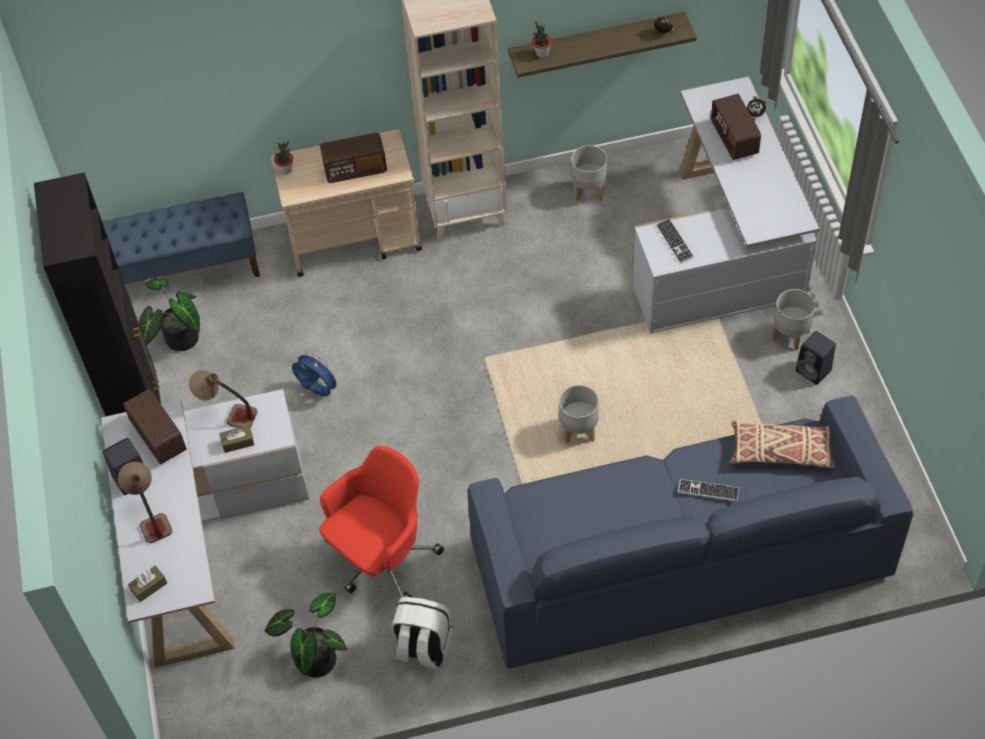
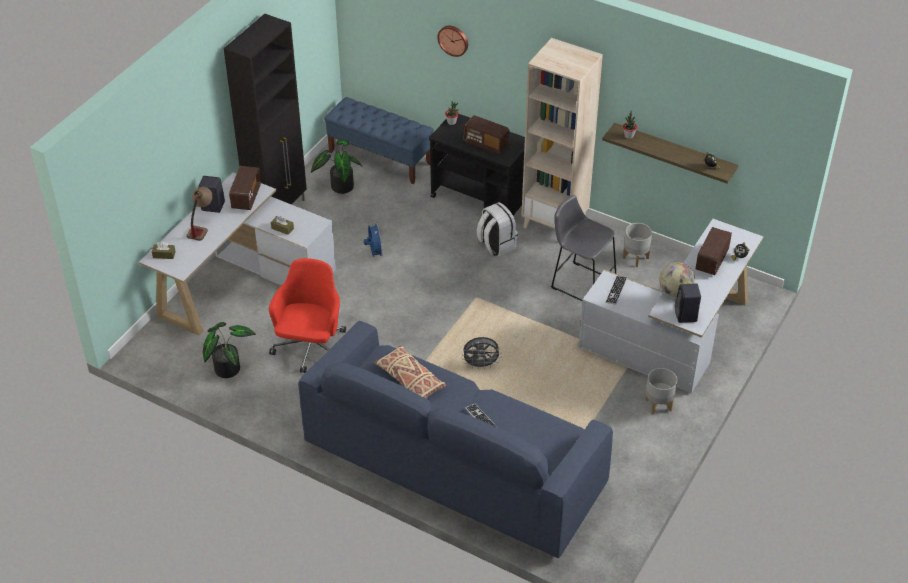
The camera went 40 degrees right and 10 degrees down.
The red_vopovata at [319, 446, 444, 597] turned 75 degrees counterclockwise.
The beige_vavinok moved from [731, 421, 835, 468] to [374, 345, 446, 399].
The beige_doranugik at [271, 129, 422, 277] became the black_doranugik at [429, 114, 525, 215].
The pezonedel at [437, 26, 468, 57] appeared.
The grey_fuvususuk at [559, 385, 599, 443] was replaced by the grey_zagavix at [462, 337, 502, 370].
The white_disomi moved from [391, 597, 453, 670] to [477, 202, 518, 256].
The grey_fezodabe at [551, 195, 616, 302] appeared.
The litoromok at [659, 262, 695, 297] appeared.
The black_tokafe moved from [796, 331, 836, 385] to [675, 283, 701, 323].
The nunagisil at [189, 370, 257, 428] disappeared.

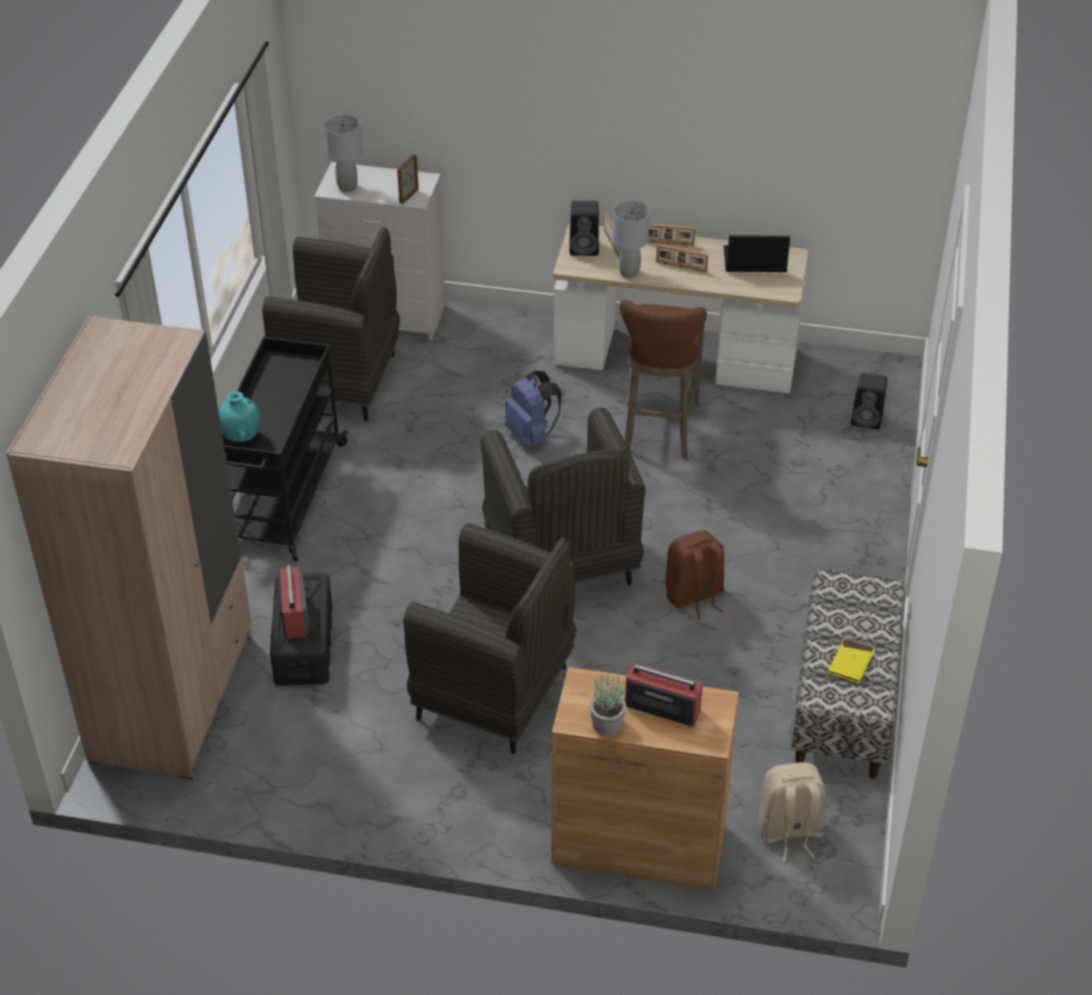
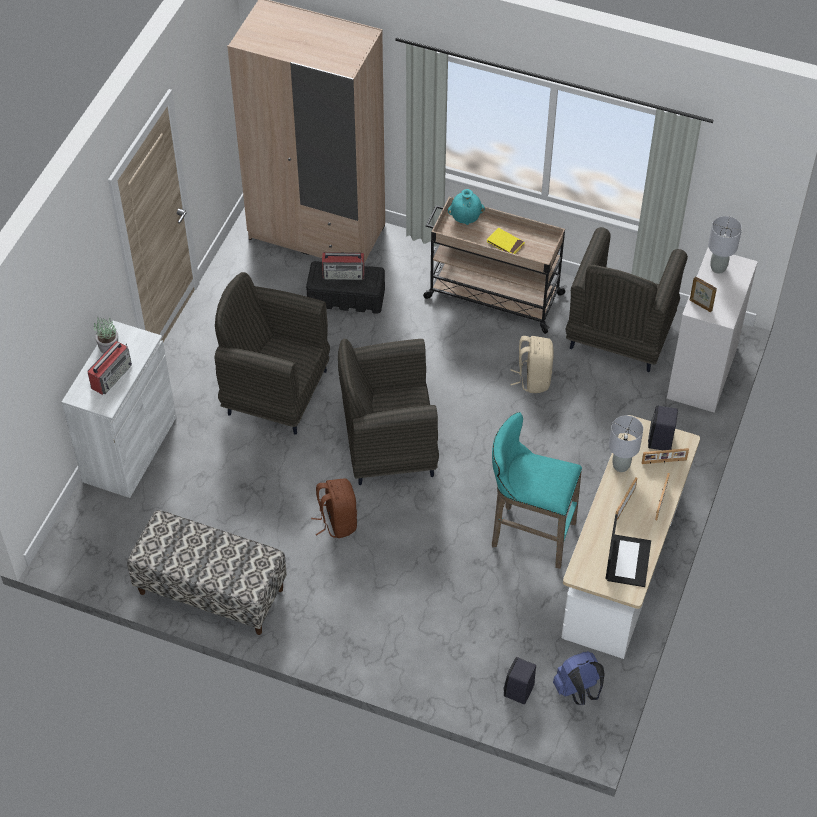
The camera went 100 degrees right and 10 degrees up.
The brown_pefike at [552, 667, 739, 890] became the white_pefike at [61, 320, 176, 498].
The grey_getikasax at [403, 523, 577, 754] turned 75 degrees clockwise.
The black_doranugik at [222, 337, 349, 562] became the beige_doranugik at [423, 197, 567, 334].
The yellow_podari moved from [828, 638, 875, 683] to [486, 228, 525, 254].
The brown_fezodabe at [620, 300, 707, 459] became the turquoise_fezodabe at [492, 412, 582, 569].
The beige_disomi moved from [757, 762, 826, 861] to [510, 336, 554, 393].
The blue_disomi moved from [505, 370, 562, 447] to [553, 651, 605, 705].

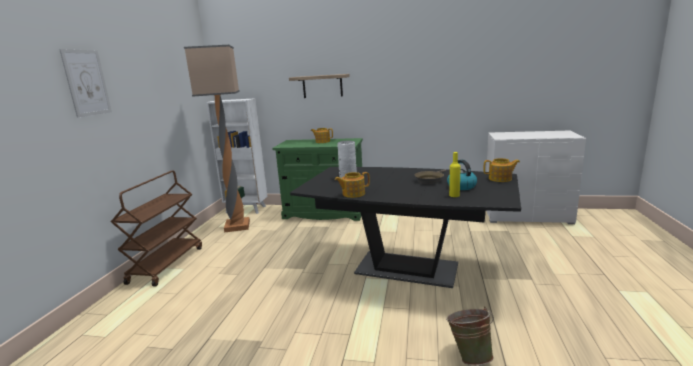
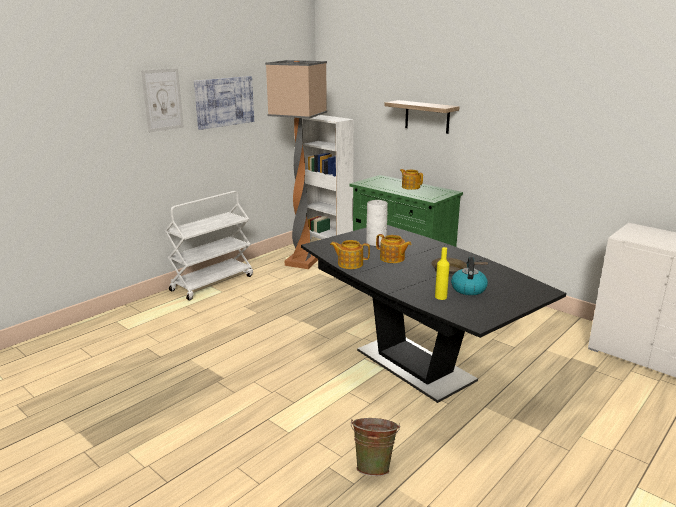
The camera went 30 degrees right and 5 degrees up.
The brown_doranugik at [111, 171, 202, 286] became the white_doranugik at [165, 191, 253, 300].
The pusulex at [194, 76, 254, 130] appeared.
The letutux moved from [483, 158, 520, 182] to [376, 234, 412, 263].

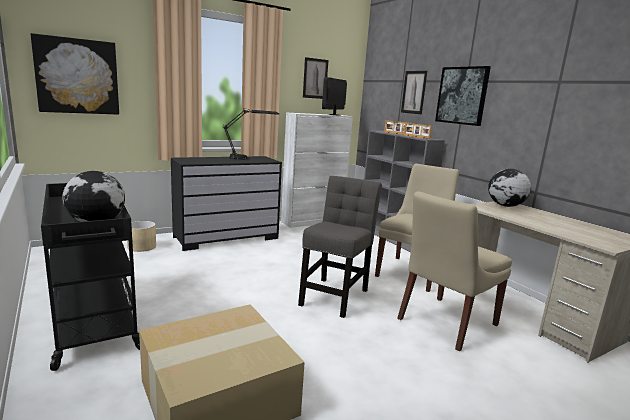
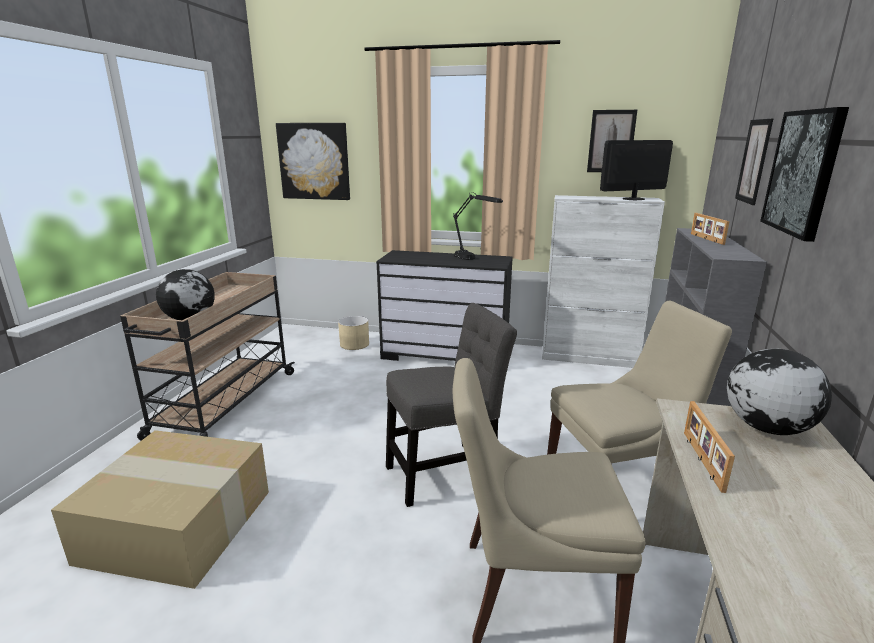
The camera went 45 degrees right and 5 degrees up.
The black_doranugik at [41, 183, 140, 371] became the beige_doranugik at [120, 272, 295, 441].
The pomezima moved from [404, 123, 432, 139] to [684, 401, 735, 493].

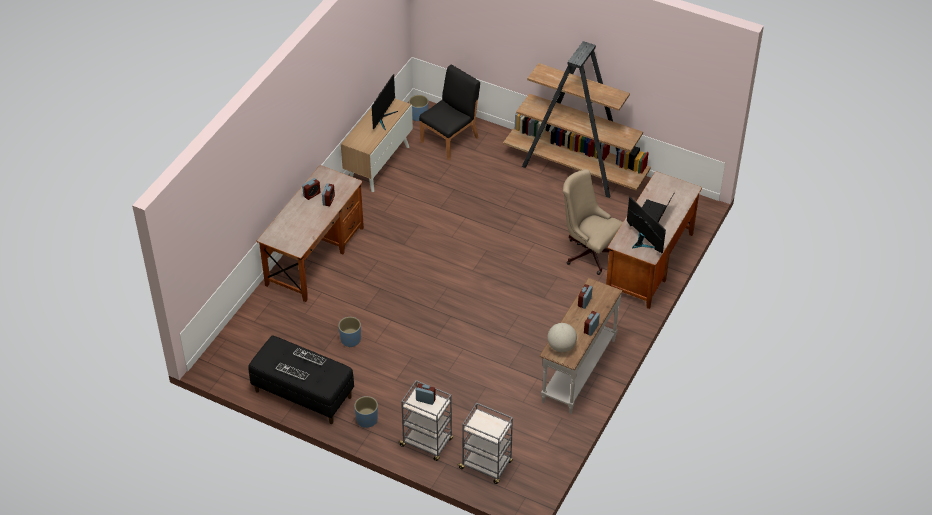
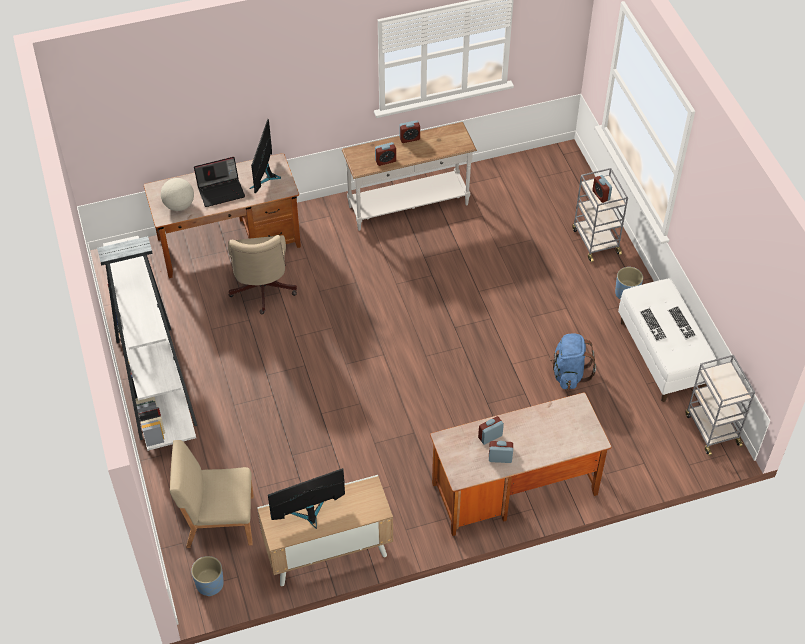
The camera went 135 degrees left and 5 degrees up.
The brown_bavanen at [503, 41, 651, 198] became the white_bavanen at [97, 236, 197, 451].
The litoromok moved from [547, 323, 577, 352] to [161, 178, 194, 211].
The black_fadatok at [419, 65, 480, 160] became the beige_fadatok at [170, 440, 254, 548].
The blue_fuvususuk at [338, 317, 361, 347] was replaced by the blue_disomi at [549, 333, 596, 389].
The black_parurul at [248, 335, 354, 424] became the white_parurul at [618, 278, 717, 402].
The grey_doranugik moved from [458, 402, 513, 484] to [686, 355, 755, 456].

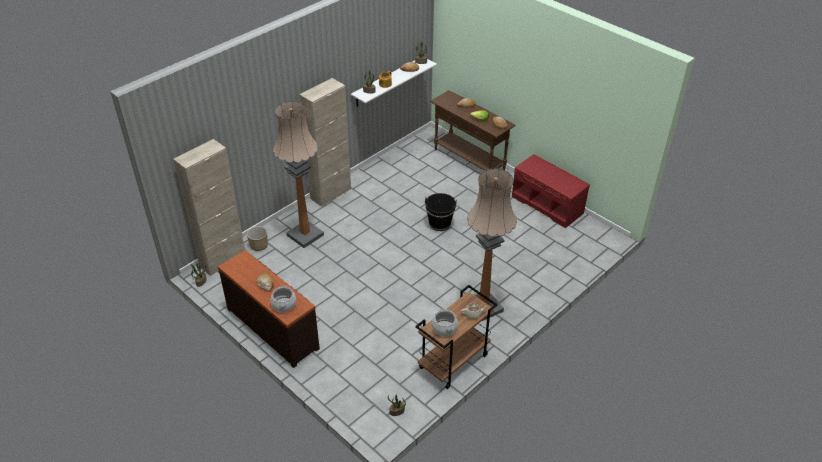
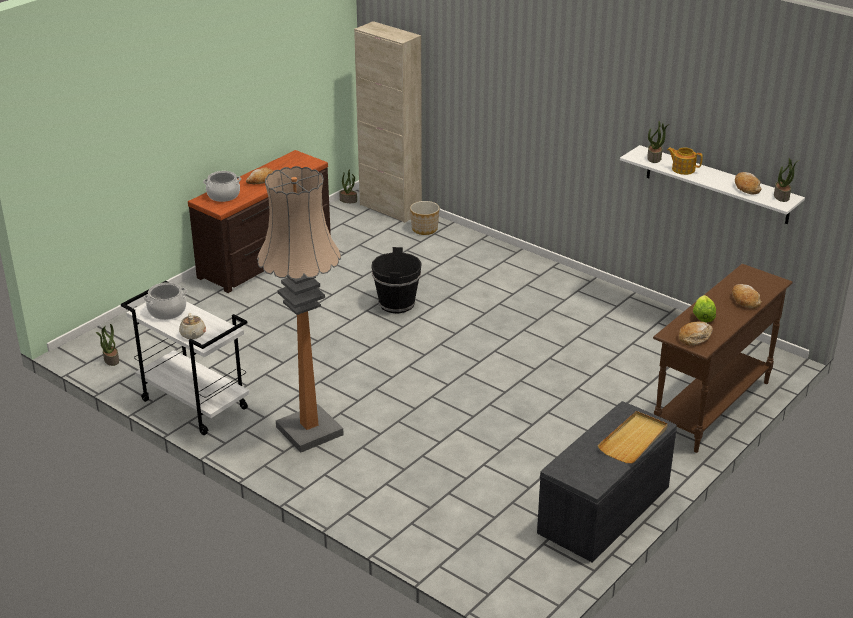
The camera went 85 degrees right and 10 degrees down.
The brown_doranugik at [415, 285, 498, 389] became the white_doranugik at [121, 281, 249, 435].
The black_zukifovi moved from [425, 193, 457, 231] to [371, 247, 422, 313].
The red_parurul at [512, 154, 590, 228] became the grey_parurul at [537, 401, 677, 563].
The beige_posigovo at [598, 411, 668, 463] appeared.
The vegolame at [273, 101, 324, 248] disappeared.
The beige_pefike at [299, 78, 351, 207] disappeared.

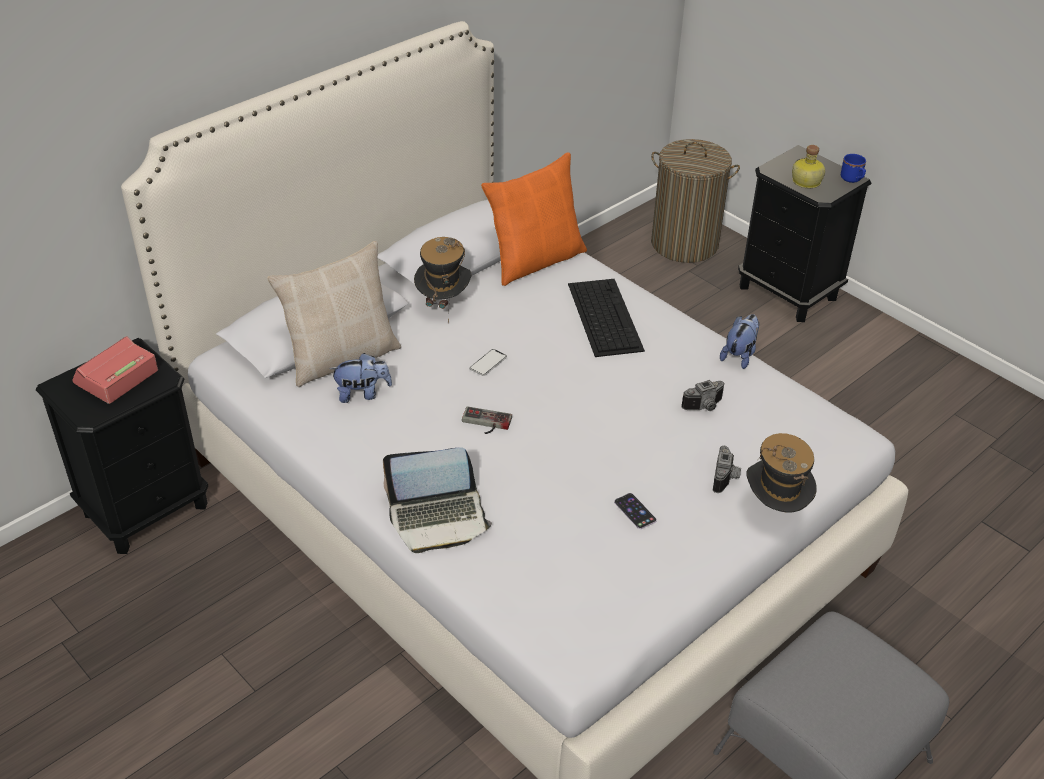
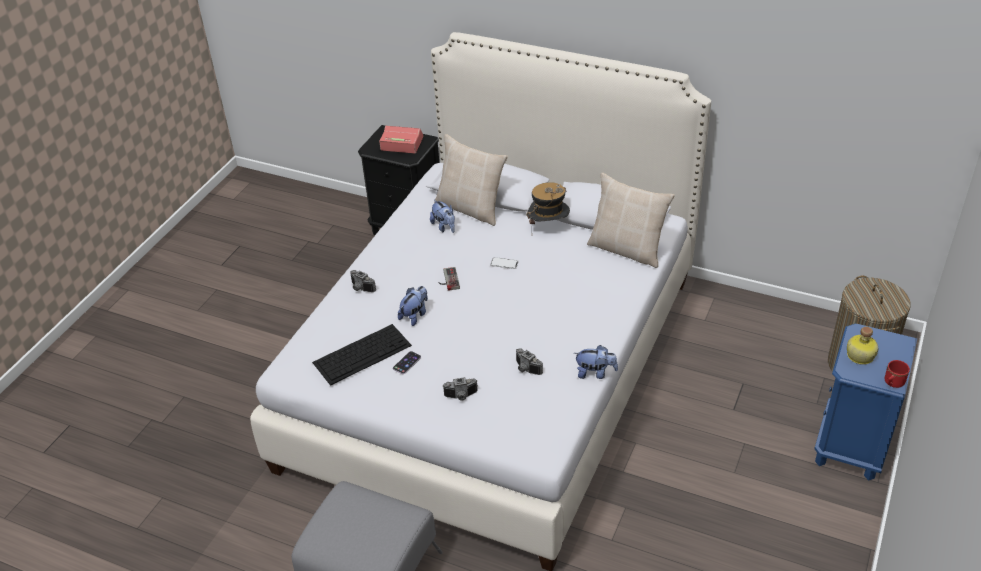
The camera went 70 degrees right and 0 degrees up.
The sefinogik moved from [568, 279, 645, 357] to [312, 324, 412, 386].
The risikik at [383, 447, 492, 553] was replaced by the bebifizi at [350, 270, 376, 292].
The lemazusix at [398, 286, 428, 326] appeared.
The orange_vavinok at [481, 153, 587, 286] became the beige_vavinok at [587, 173, 674, 268].
The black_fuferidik at [738, 145, 871, 322] became the blue_fuferidik at [814, 324, 917, 481].
The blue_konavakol at [841, 154, 866, 183] became the red_konavakol at [885, 360, 910, 388].
The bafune at [747, 433, 817, 512] disappeared.

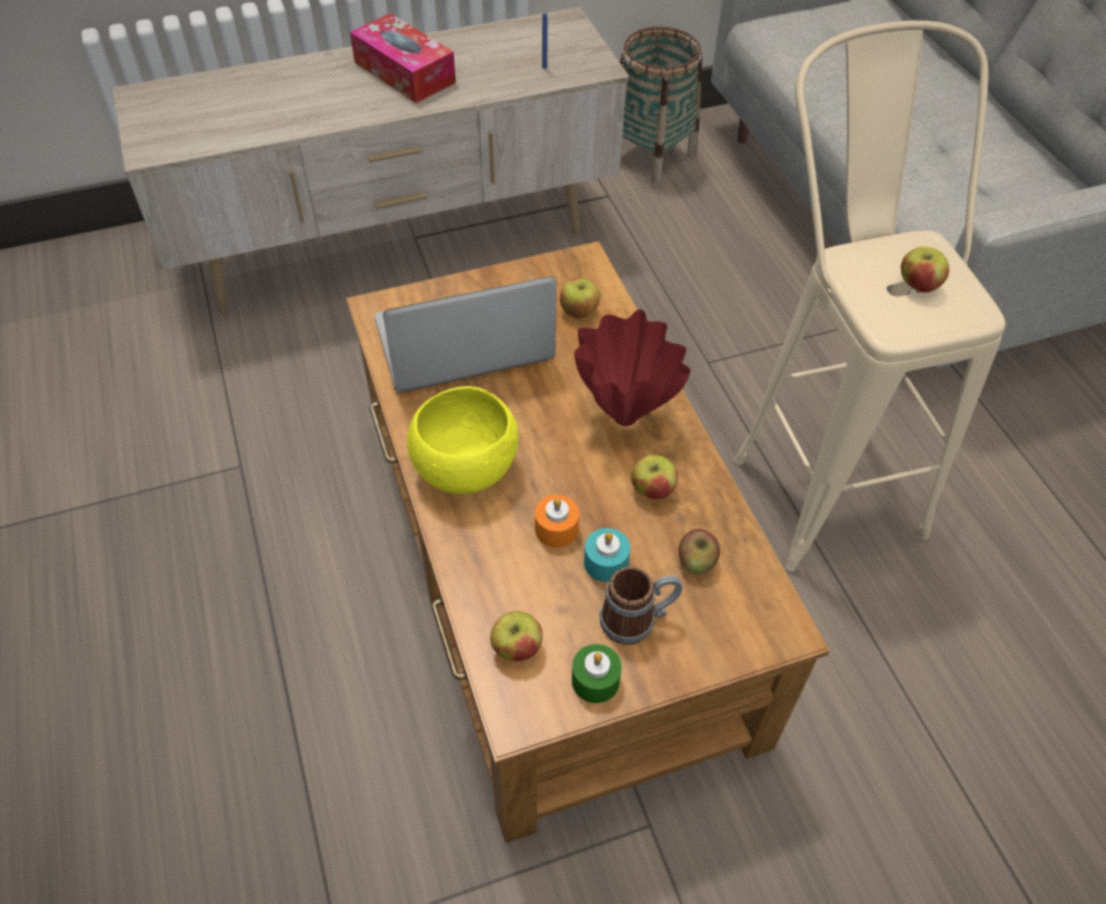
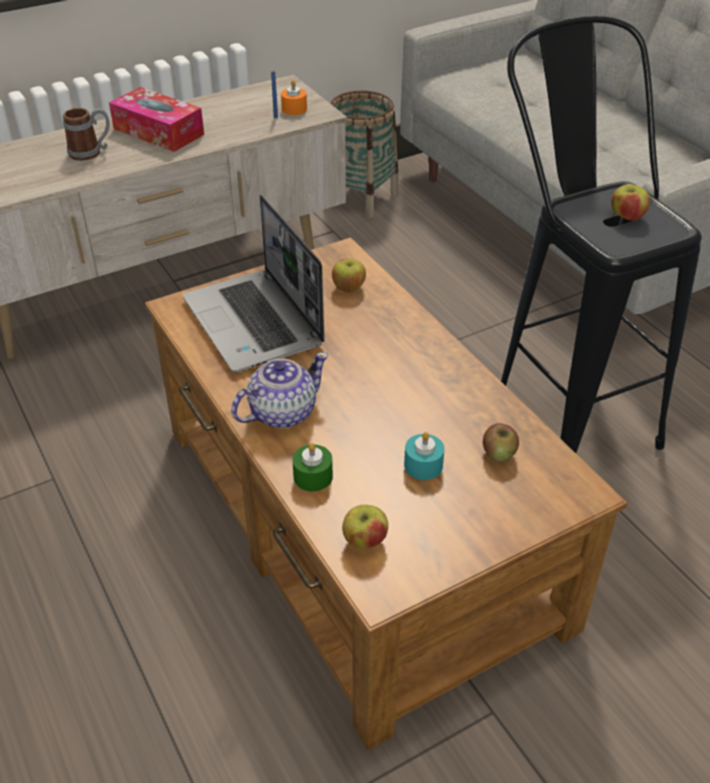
The camera went 10 degrees left and 10 degrees down.
The konavakol moved from [600, 567, 683, 645] to [63, 108, 110, 161].
The risikik at [375, 276, 556, 392] turned 90 degrees counterclockwise.
The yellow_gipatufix at [407, 386, 519, 494] was replaced by the letutux at [231, 352, 329, 428].
The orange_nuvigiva moved from [535, 495, 579, 547] to [281, 80, 307, 115].
The green_nuvigiva moved from [572, 644, 622, 703] to [292, 443, 333, 491].
The beige_fezodabe at [734, 20, 1005, 571] became the black_fezodabe at [501, 16, 702, 453].
The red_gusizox at [574, 309, 691, 426] disappeared.
The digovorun at [631, 455, 678, 499] disappeared.

